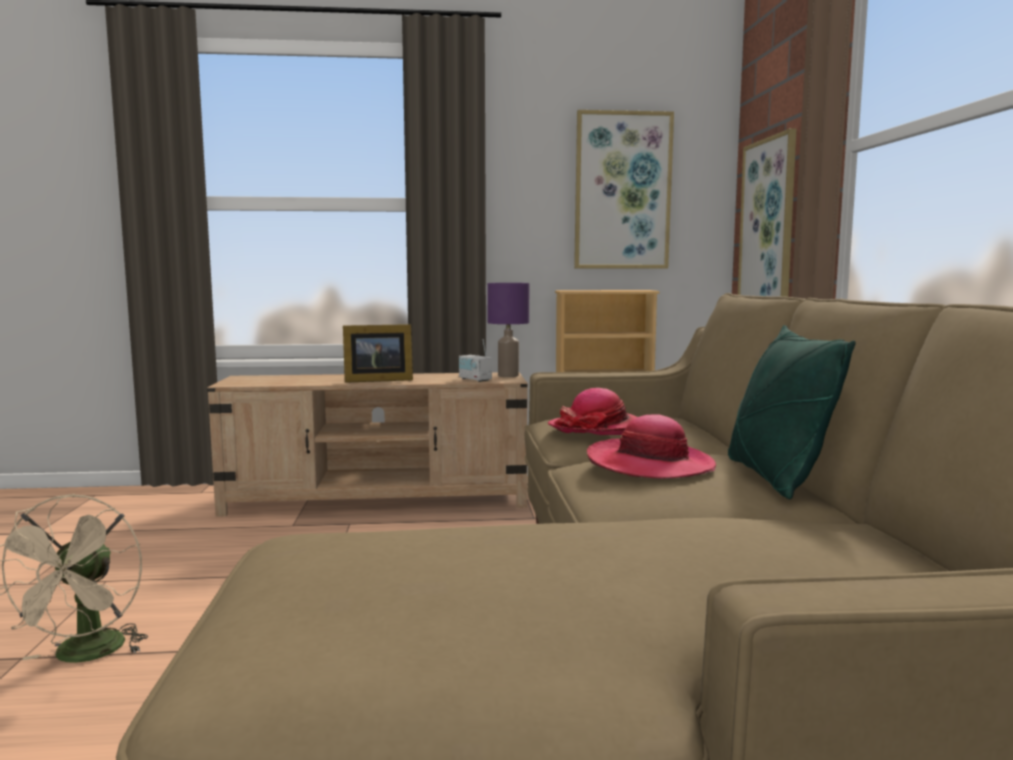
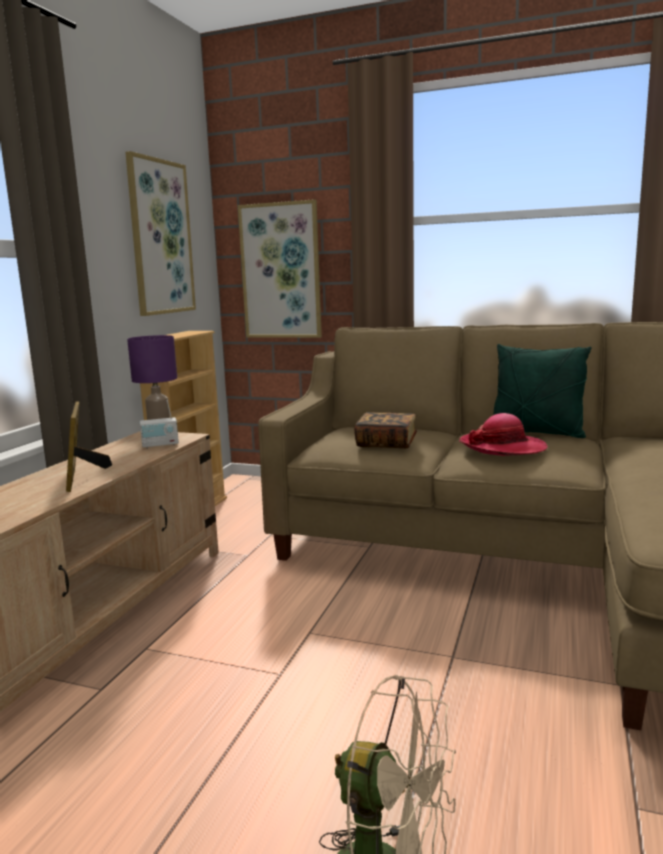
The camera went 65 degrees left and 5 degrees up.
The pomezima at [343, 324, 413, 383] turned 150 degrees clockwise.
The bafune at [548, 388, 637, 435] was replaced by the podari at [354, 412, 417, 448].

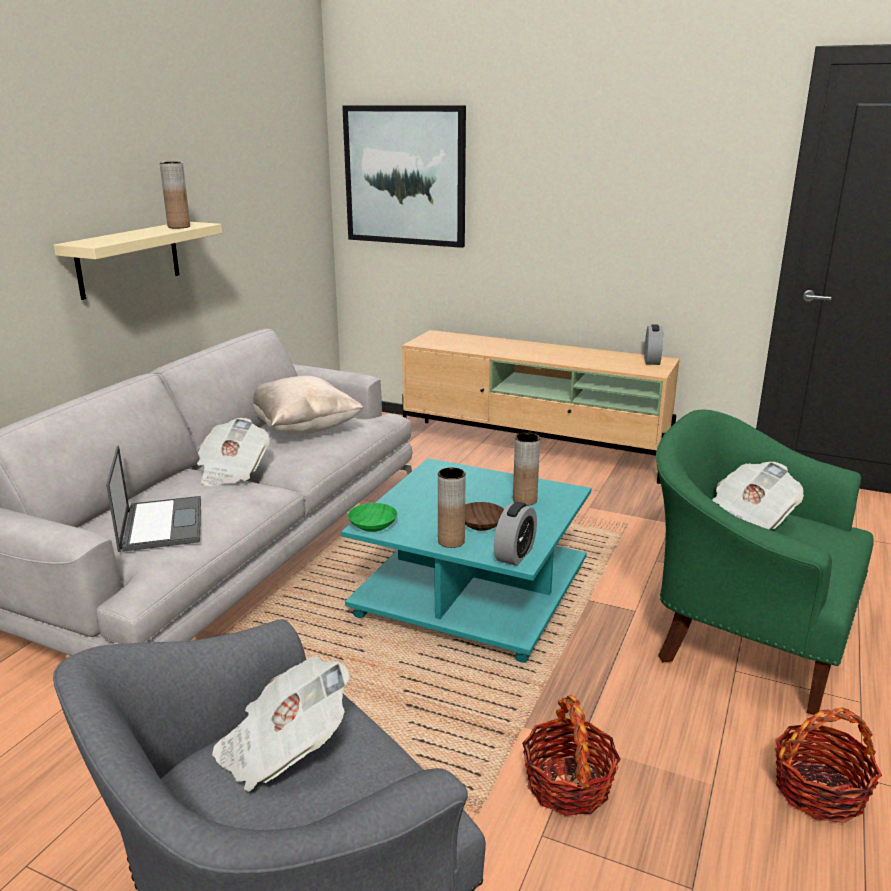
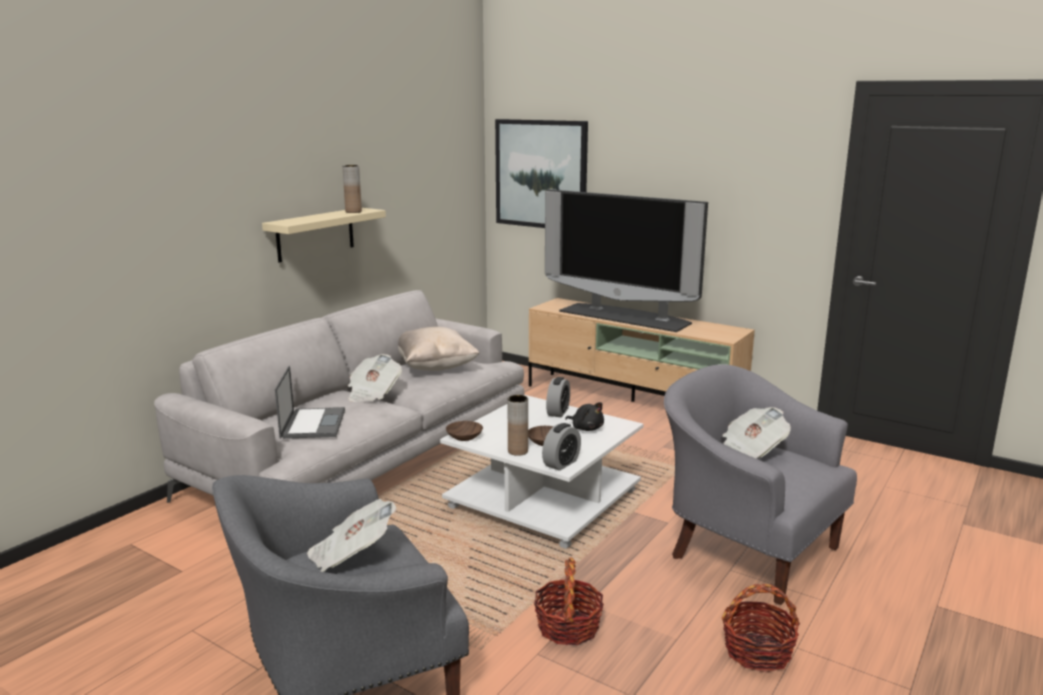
The camera went 10 degrees right and 5 degrees down.
The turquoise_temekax at [341, 458, 591, 663] became the white_temekax at [440, 395, 643, 549].
The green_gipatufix at [348, 503, 397, 532] became the brown_gipatufix at [446, 421, 483, 441].
The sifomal at [545, 189, 708, 332] appeared.
The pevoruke moved from [644, 324, 663, 365] to [546, 377, 570, 417].
The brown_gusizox at [513, 433, 540, 506] was replaced by the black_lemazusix at [565, 402, 604, 431].
The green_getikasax at [656, 409, 874, 715] became the grey_getikasax at [664, 364, 857, 605].

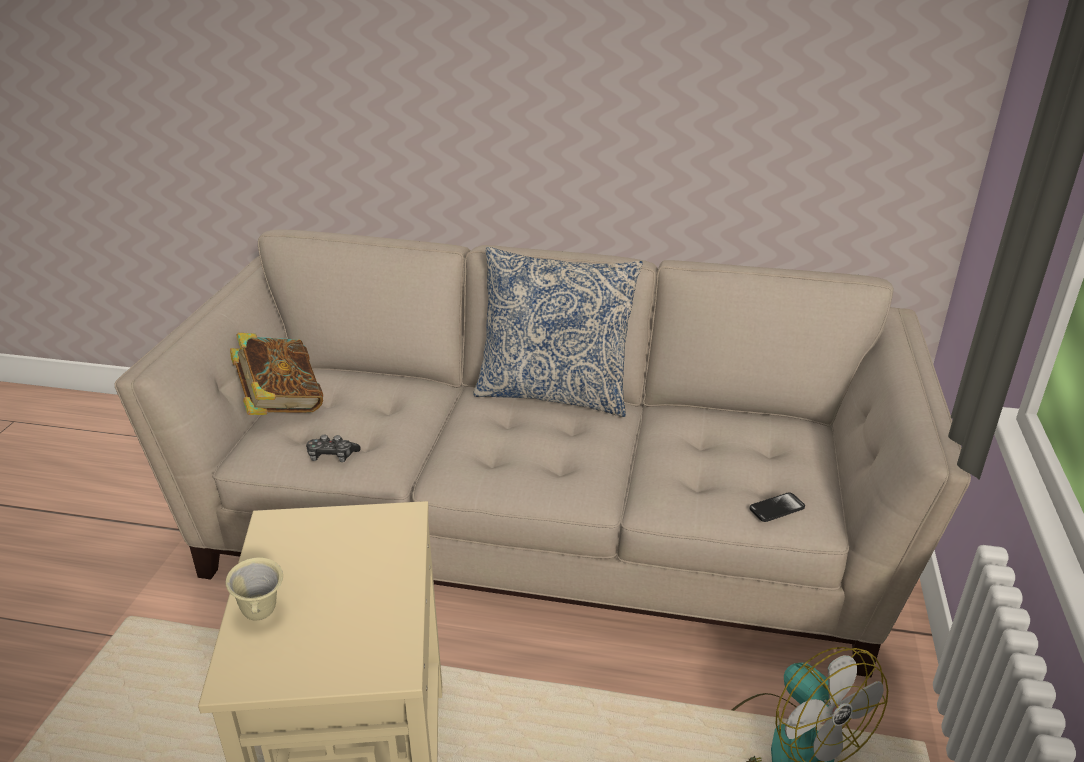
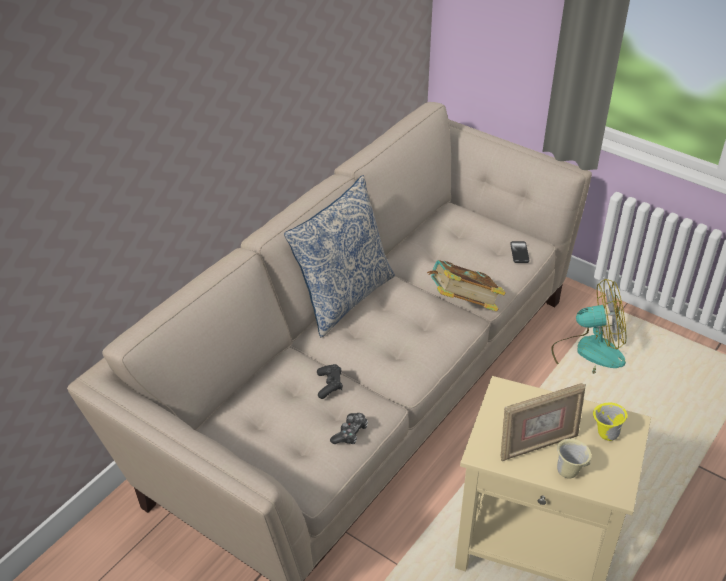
The camera went 65 degrees left and 10 degrees up.
The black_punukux at [317, 364, 343, 399] appeared.
The podari moved from [230, 333, 323, 415] to [427, 260, 506, 312].
The pomezima at [500, 383, 586, 461] appeared.
The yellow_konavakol at [593, 403, 628, 441] appeared.

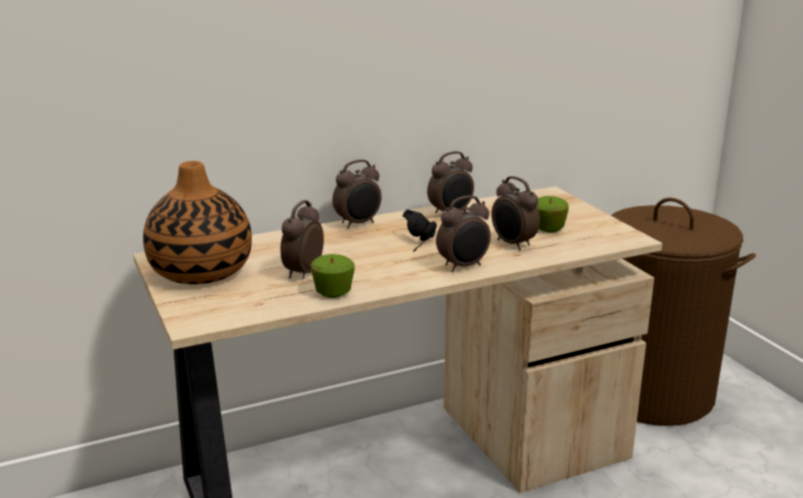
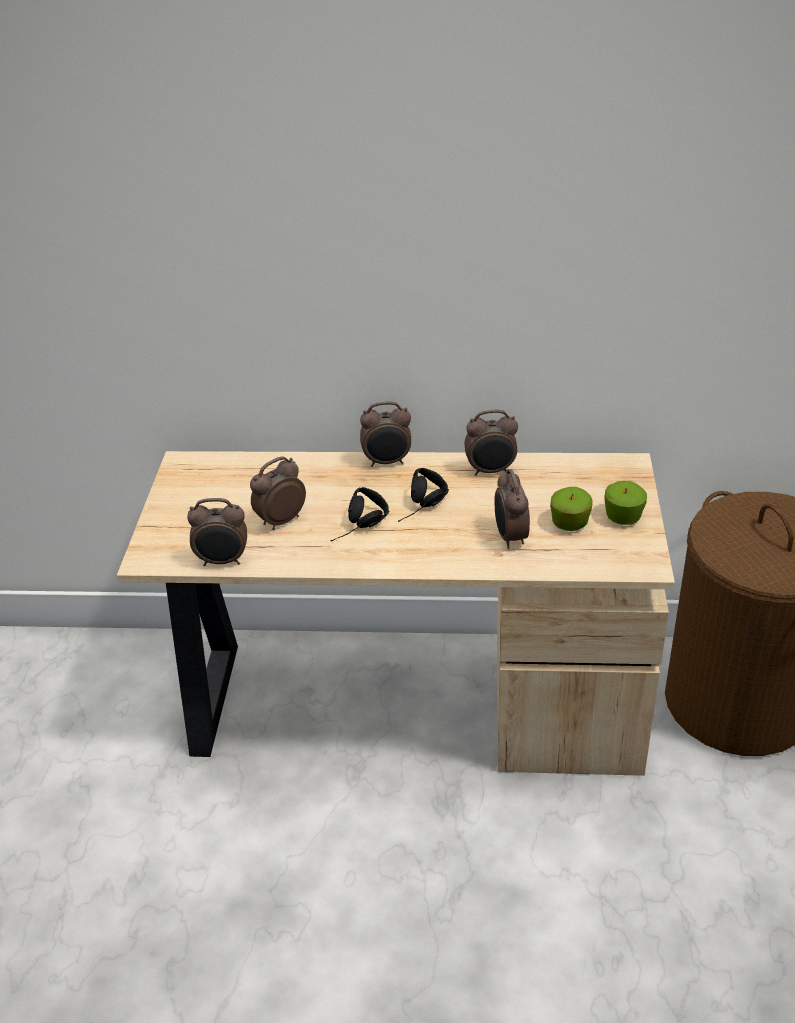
The camera went 30 degrees right and 15 degrees up.
The pevoruke moved from [436, 195, 491, 272] to [187, 498, 247, 566].
The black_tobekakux at [331, 487, 389, 541] appeared.
The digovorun moved from [311, 254, 355, 298] to [604, 481, 647, 525].
The gusizox at [143, 161, 252, 284] disappeared.

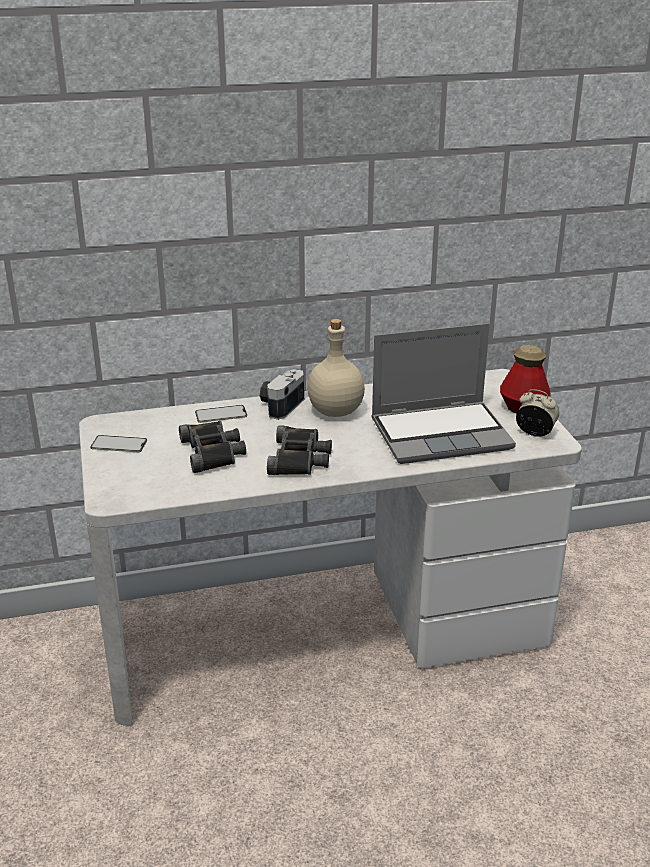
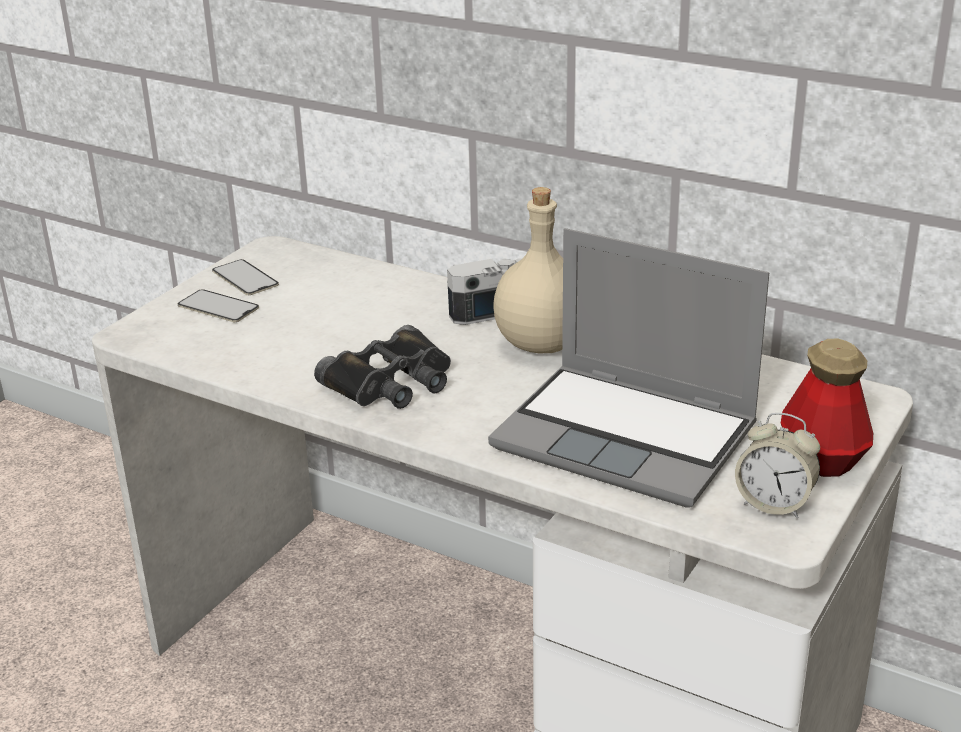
The camera went 45 degrees right and 0 degrees up.
The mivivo moved from [195, 405, 247, 423] to [178, 289, 259, 322].
The pevoruke at [516, 389, 559, 437] turned 135 degrees clockwise.
The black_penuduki at [179, 421, 246, 473] disappeared.

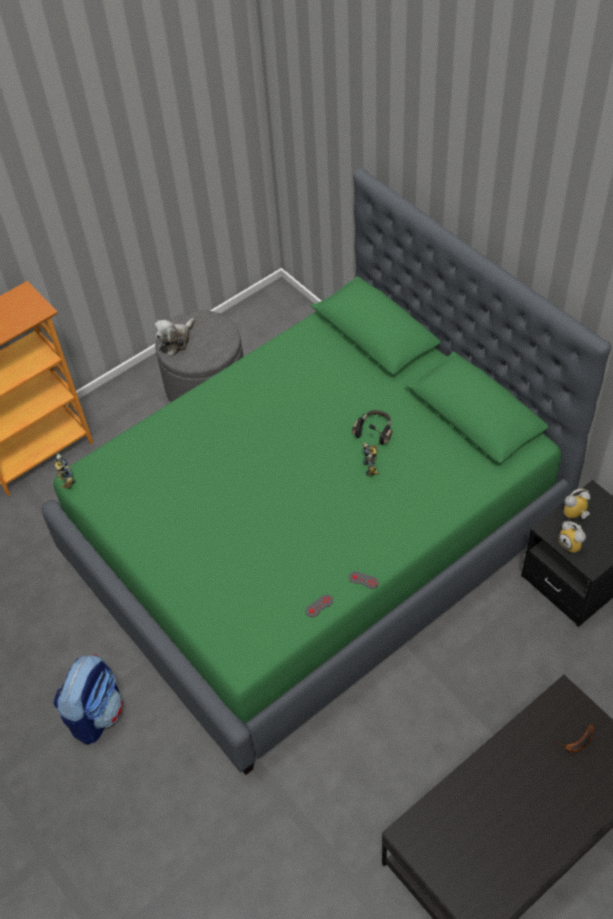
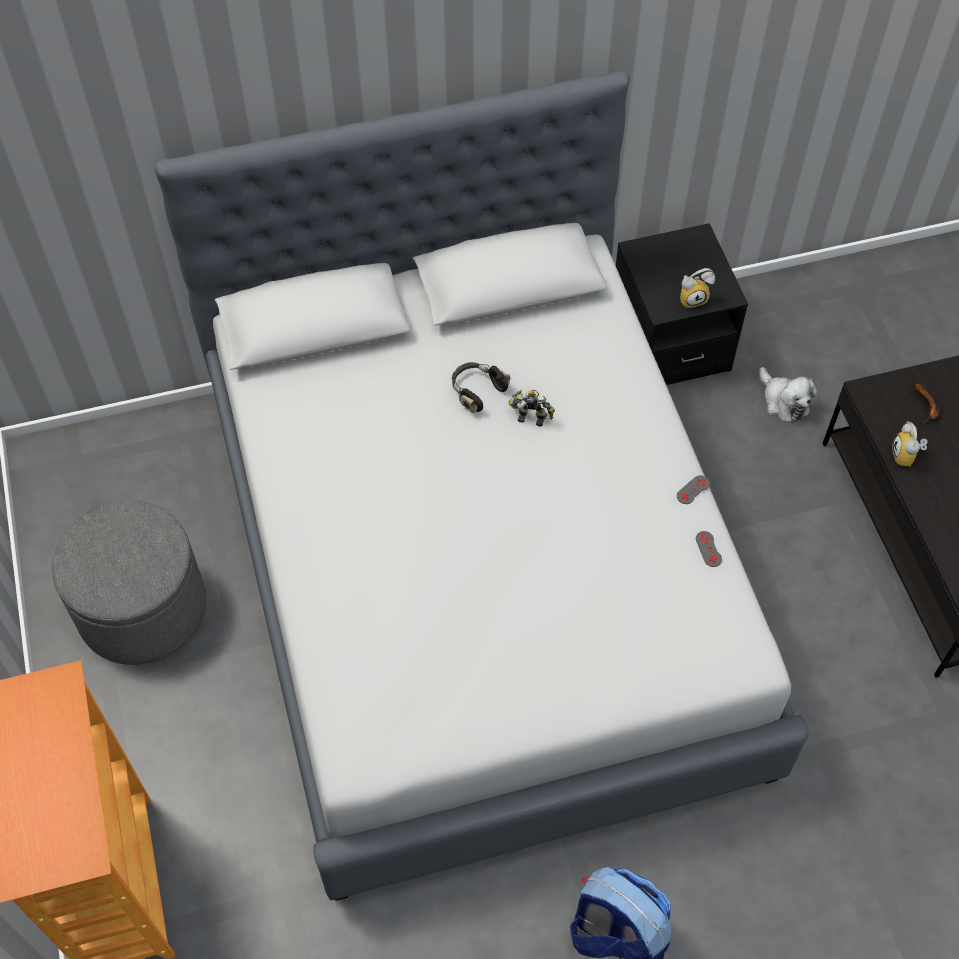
The camera went 70 degrees left and 5 degrees up.
The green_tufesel at [41, 168, 611, 775] became the grey_tufesel at [155, 70, 809, 901].
The lemazusix moved from [154, 318, 195, 356] to [759, 367, 817, 423].
The pevoruke moved from [563, 489, 590, 521] to [892, 422, 928, 467].
The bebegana at [54, 454, 76, 489] disappeared.

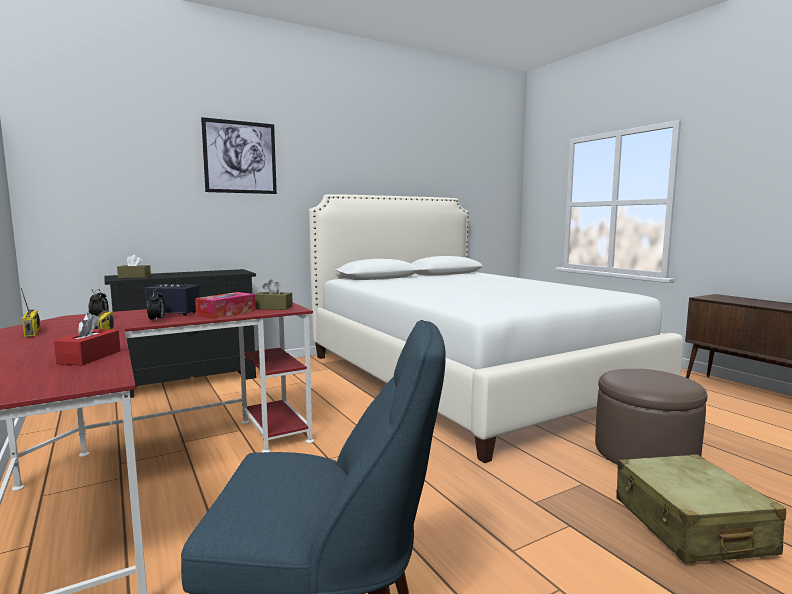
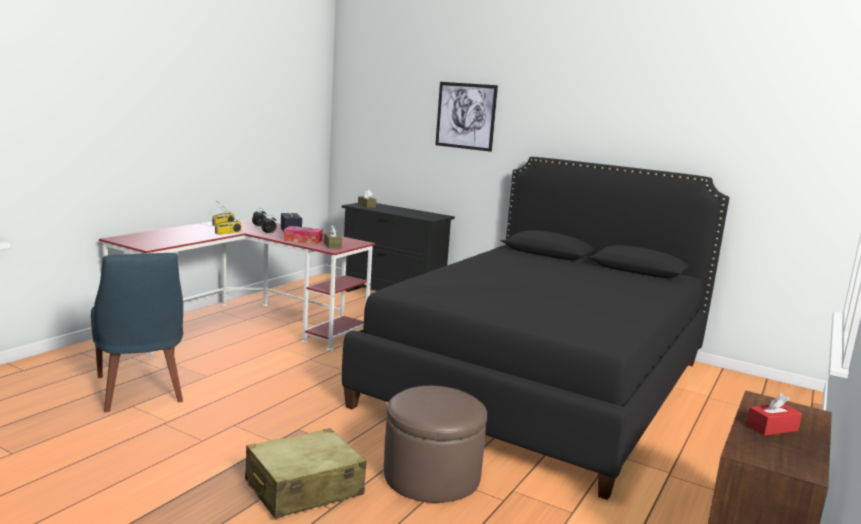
The camera went 60 degrees right and 5 degrees up.
The white_tufesel at [309, 194, 683, 463] became the black_tufesel at [342, 157, 729, 500].
The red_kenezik moved from [54, 313, 121, 365] to [746, 393, 802, 436].

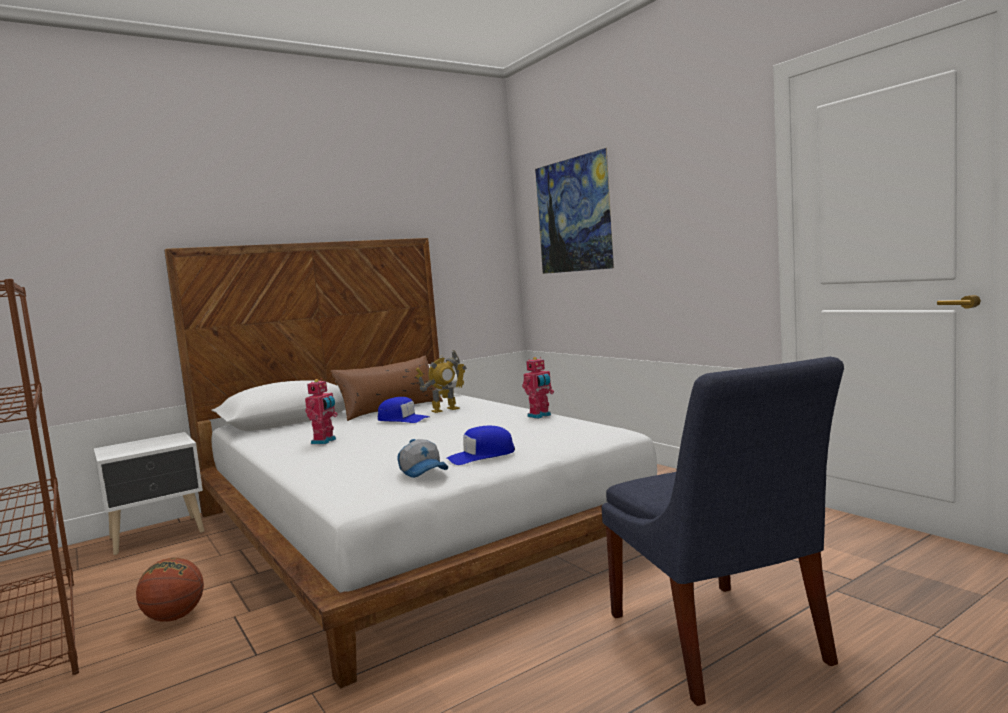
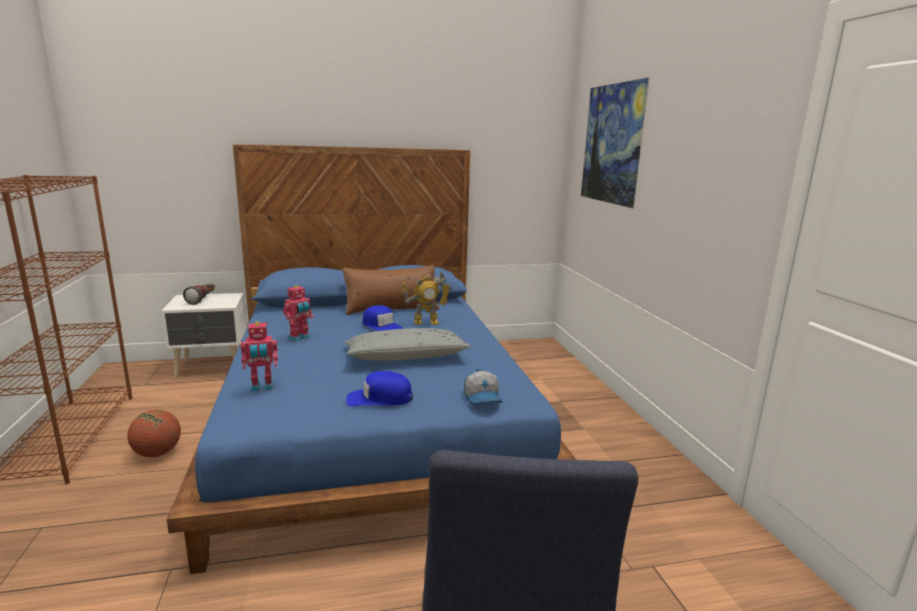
The camera went 20 degrees right and 10 degrees up.
The white_tufesel at [164, 238, 657, 688] became the blue_tufesel at [167, 144, 577, 574].
The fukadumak at [183, 284, 215, 305] appeared.
The bebegana moved from [522, 357, 554, 419] to [240, 321, 278, 392].
The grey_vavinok at [345, 328, 472, 361] appeared.
The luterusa moved from [397, 439, 448, 478] to [464, 368, 502, 405].

